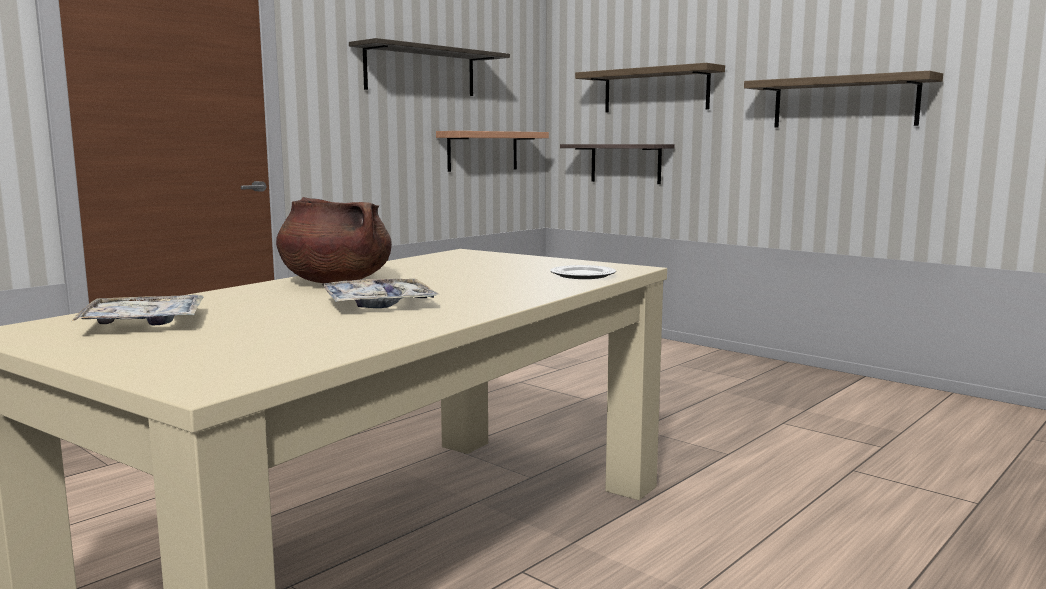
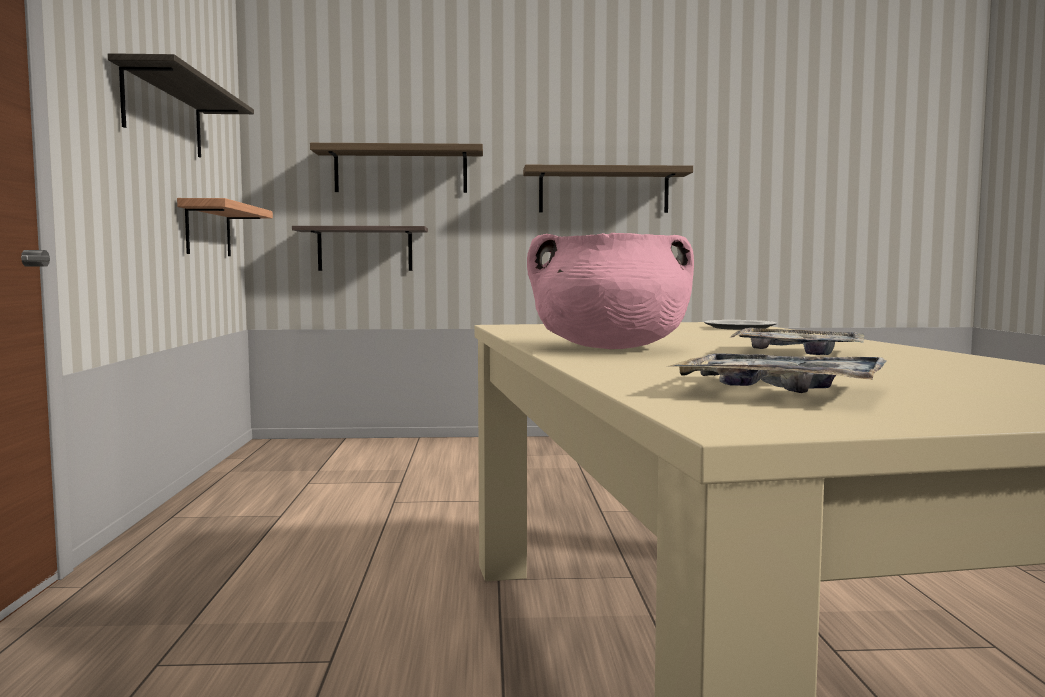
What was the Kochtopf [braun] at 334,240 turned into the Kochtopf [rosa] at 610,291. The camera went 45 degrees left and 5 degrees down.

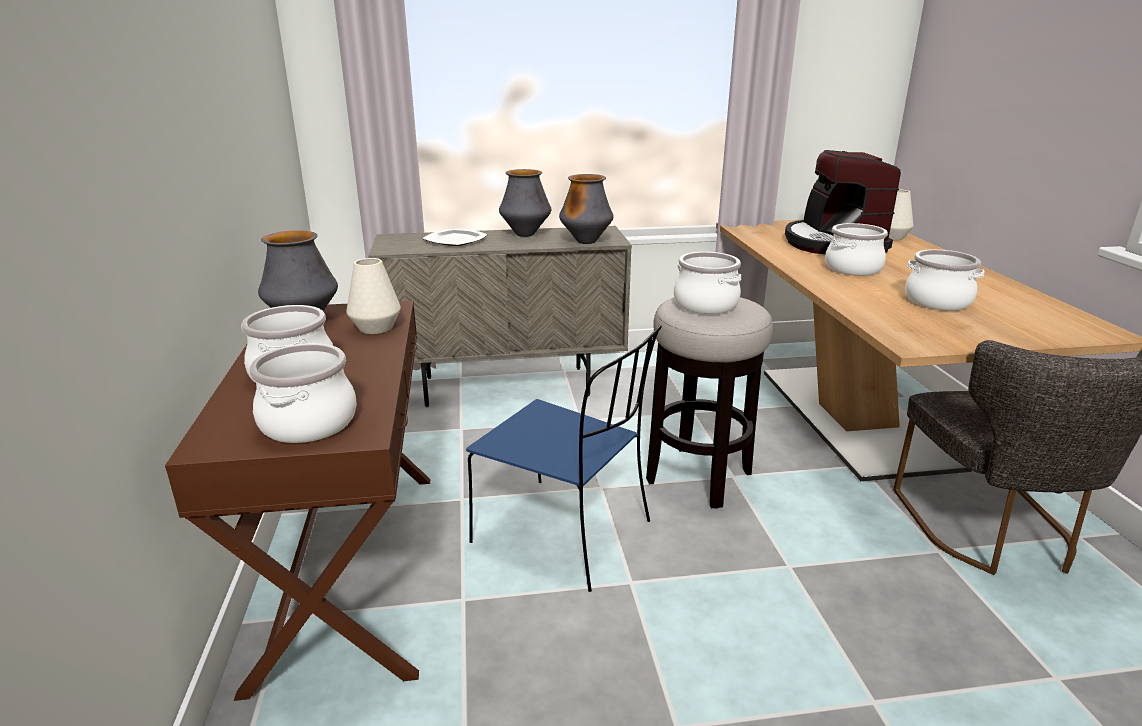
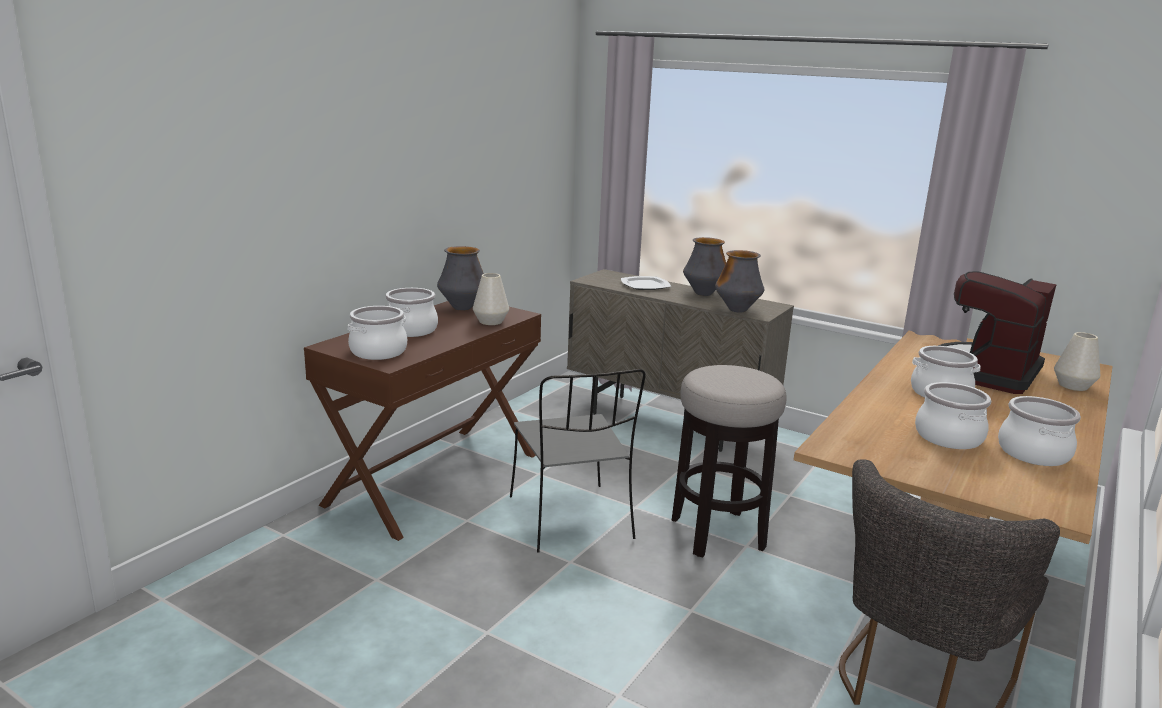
The Kochtopf ended up elsewhere, having gone from 707,283 to 1039,431. What was the Stuhl [blau] at 564,458 turned into the Stuhl [grau] at 578,460. The camera went 40 degrees right and 5 degrees down.

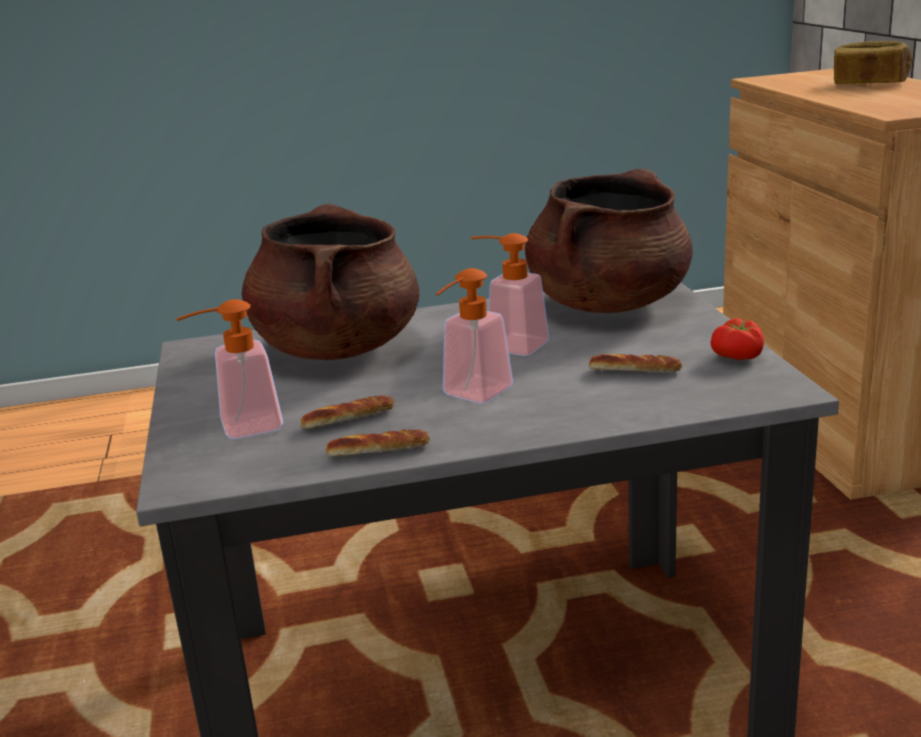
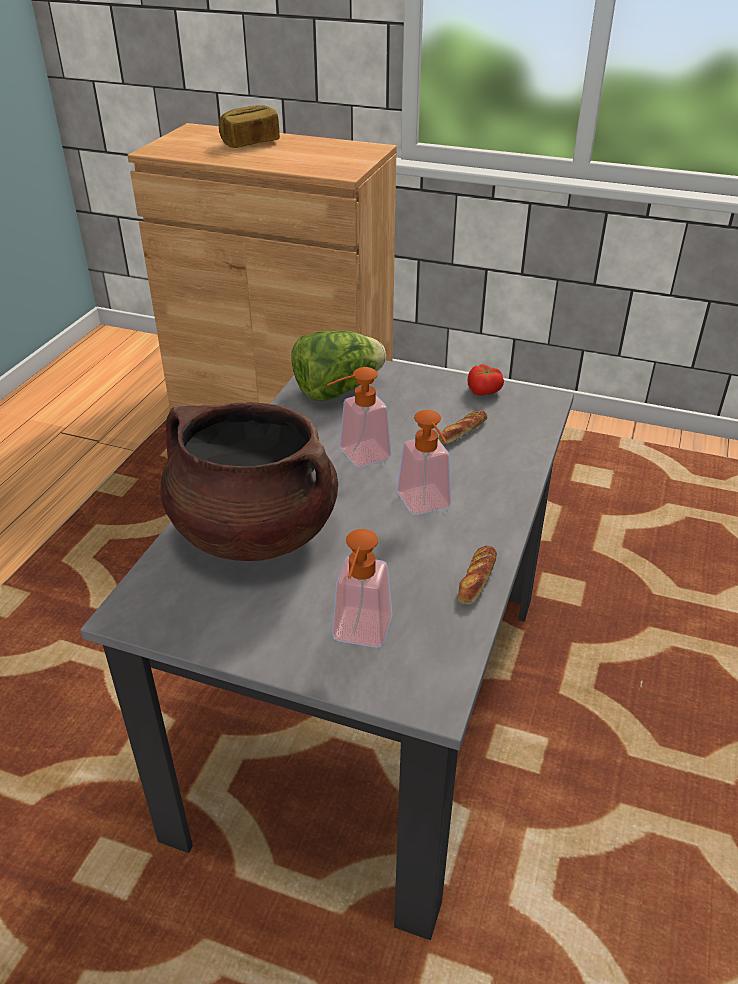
The second view lost the Brot at 347,412. Where the Kochtopf [braun] stood at 609,241, the Salatkopf came to stand at 338,366. The camera went 60 degrees left and 15 degrees up.

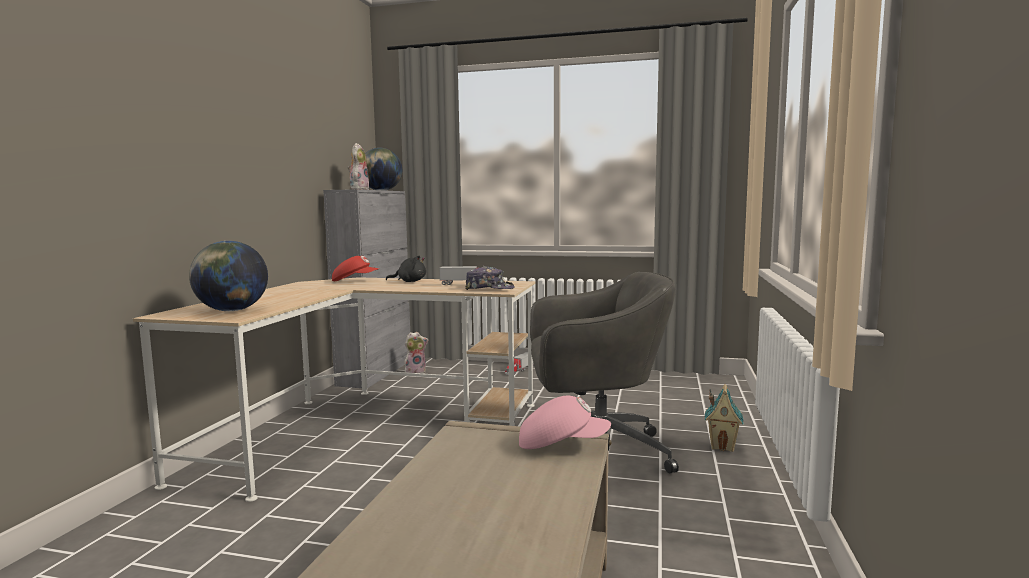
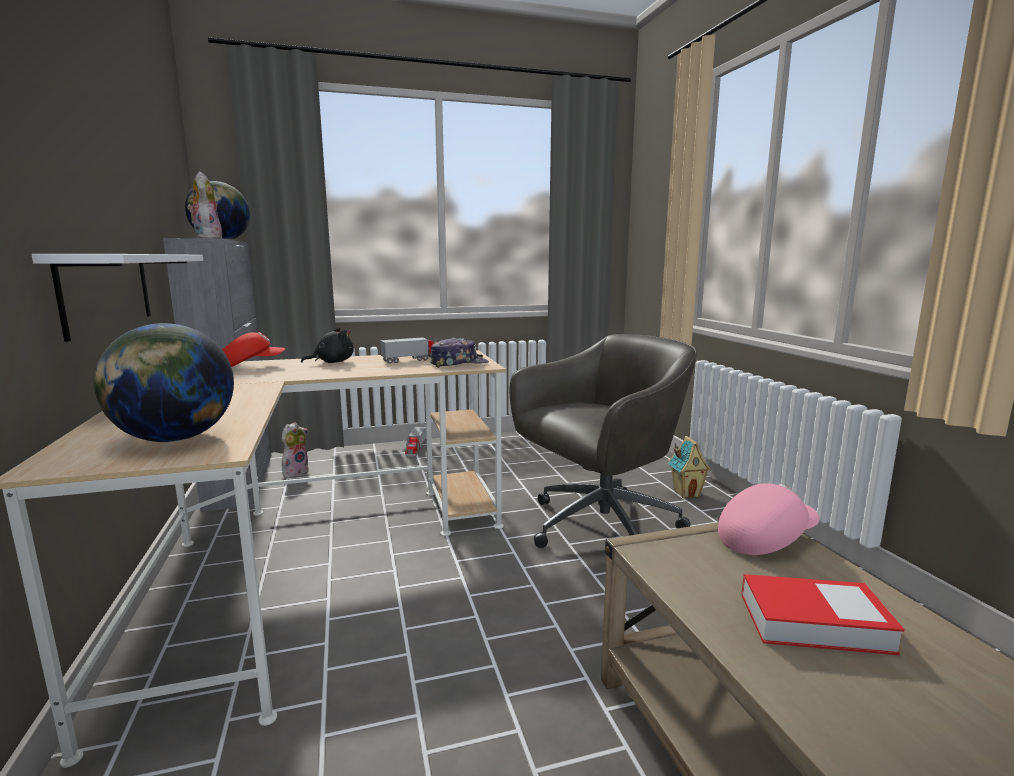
The second view gained the Wandregal [weiß] at 117,298. The second view gained the Buch at 823,614. The camera went 30 degrees left and 5 degrees up.

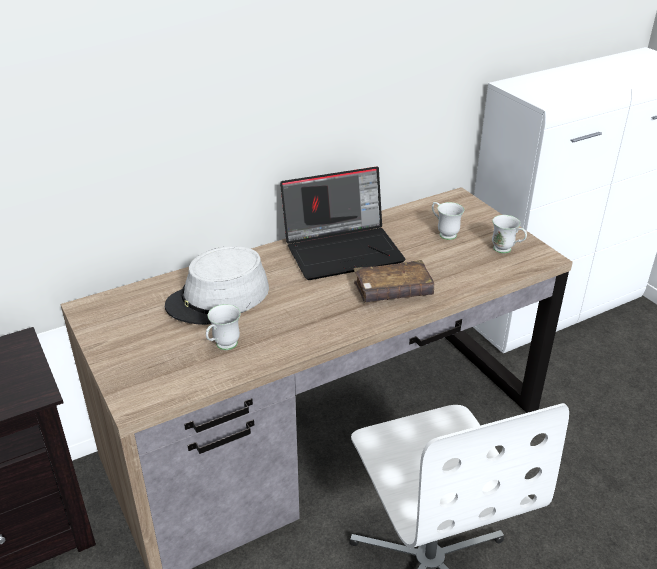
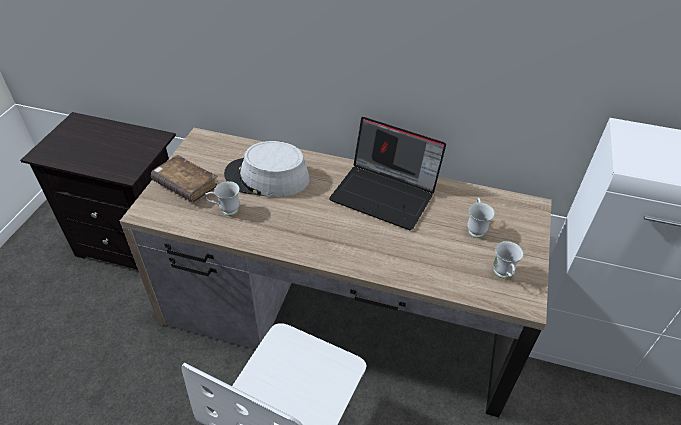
The Buch [braun] ended up elsewhere, having gone from 393,281 to 184,178. The camera went 45 degrees right and 10 degrees up.

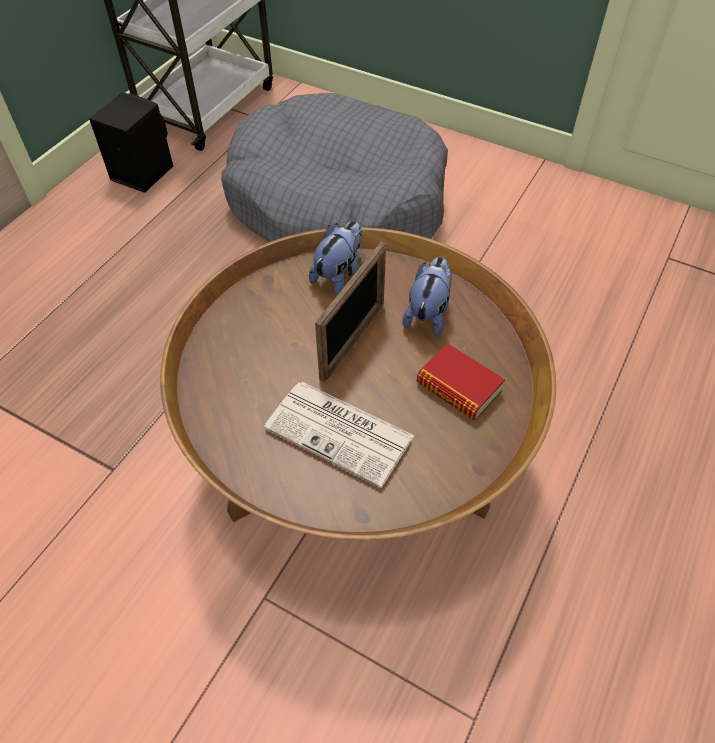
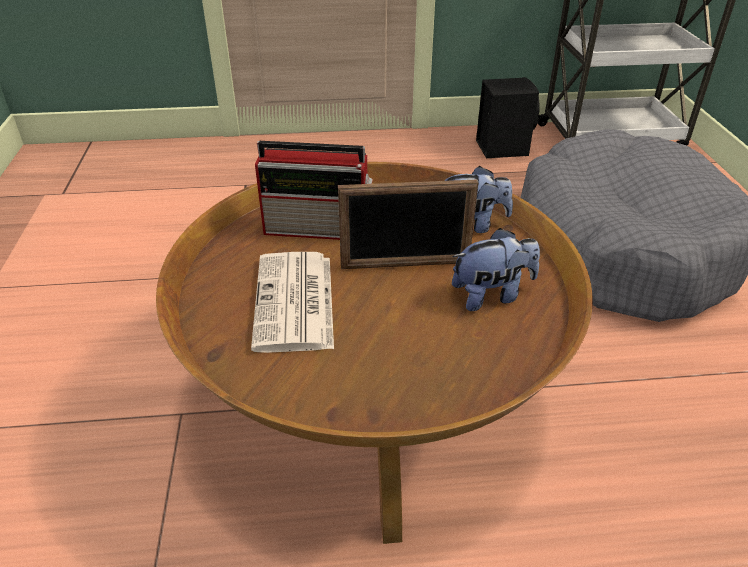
The second view lost the Buch at 461,381. The second view gained the Radio at 314,190. The camera went 55 degrees right and 15 degrees down.

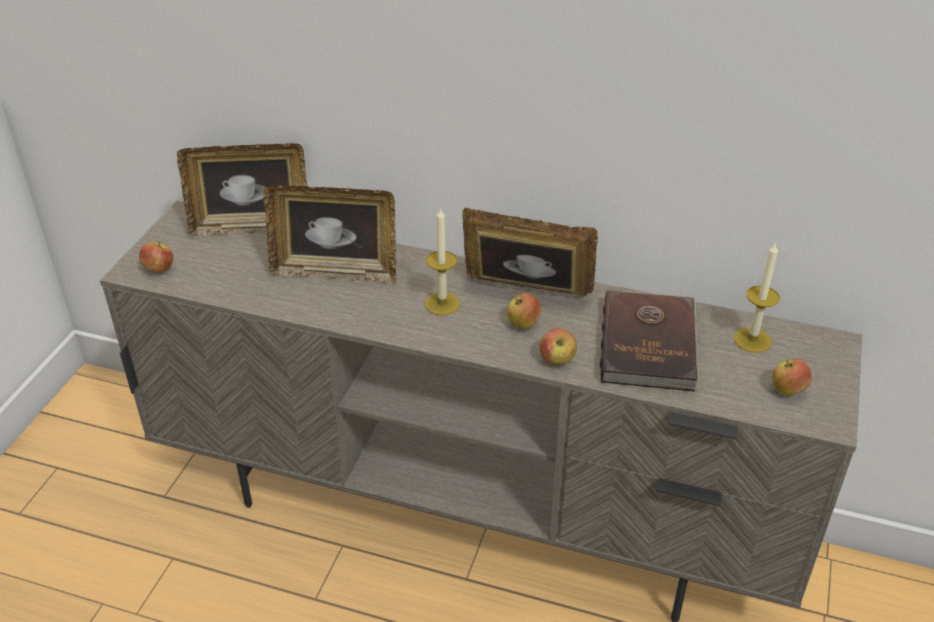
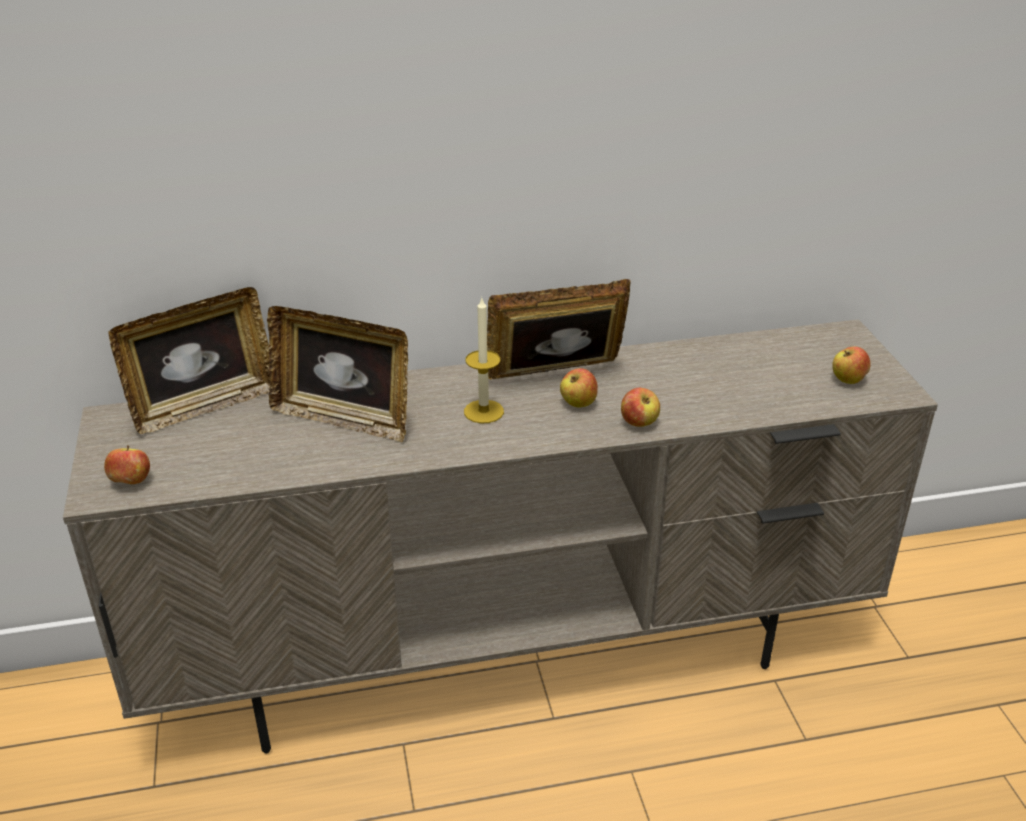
The second view lost the Buch [braun] at 650,340. The second view lost the Kerze at 757,297. The Bilderrahmen at 330,234 ended up facing another way, 45 degrees clockwise from before. The camera went 30 degrees left and 5 degrees down.

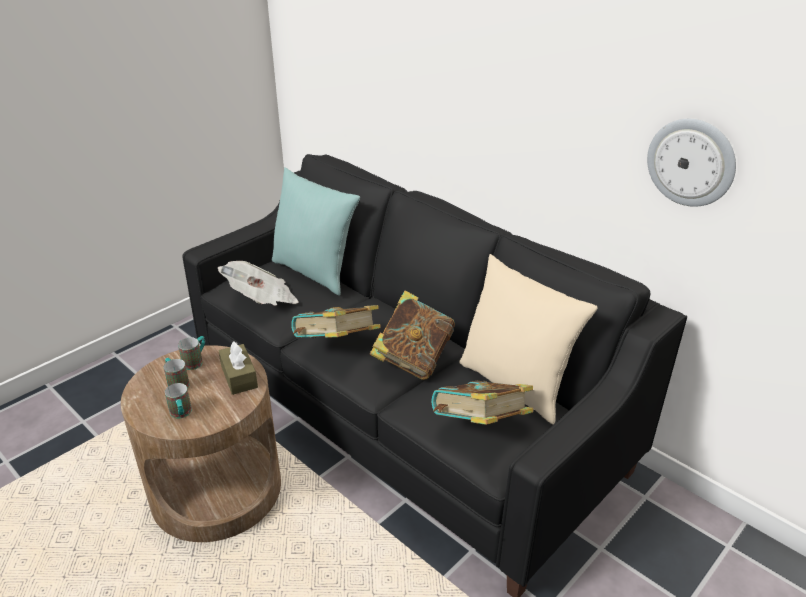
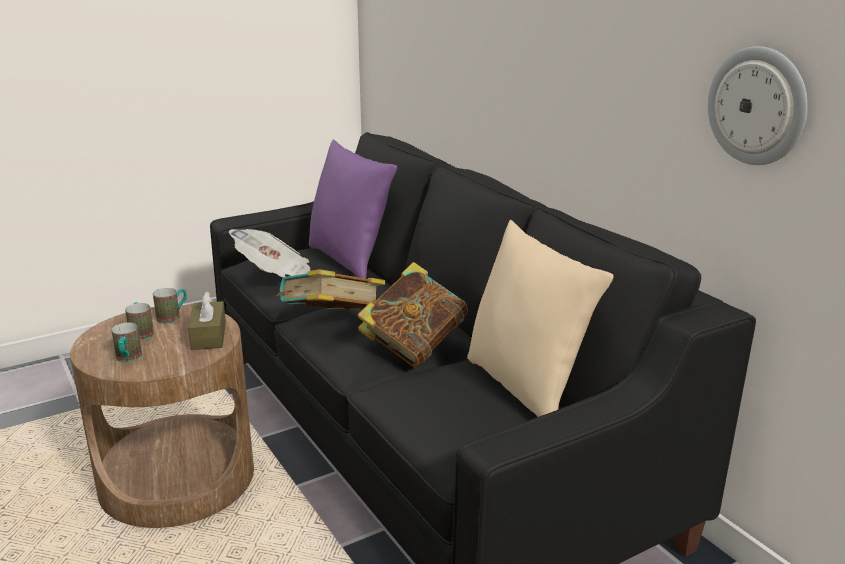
The second view lost the Buch at 482,403. What was the Kissen [türkis] at 316,231 turned into the Kissen [lila] at 353,209. The camera went 15 degrees right and 10 degrees down.

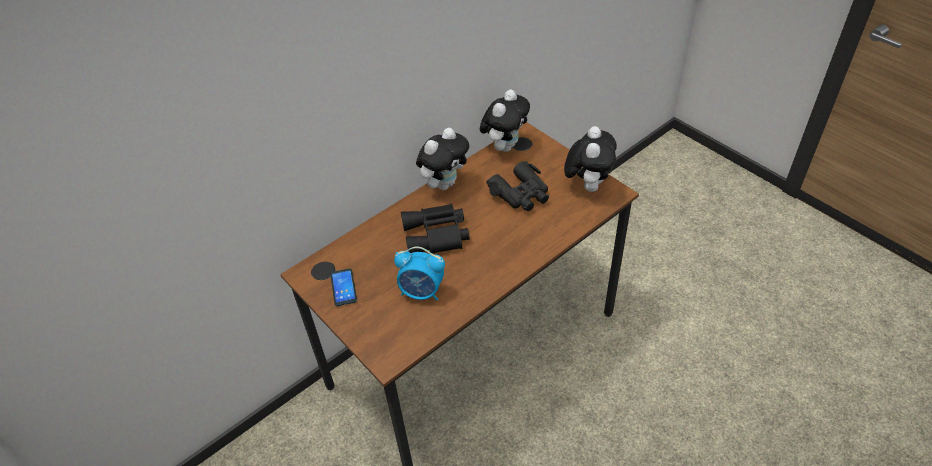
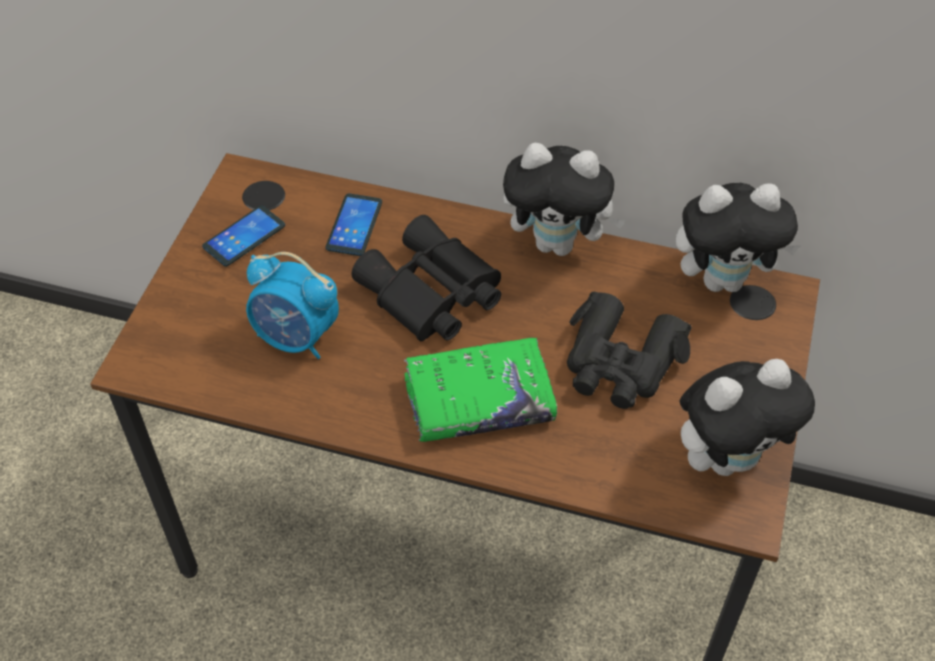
The second view gained the Handy at 354,224. The second view gained the Buch [grün] at 480,390. The Wecker at 419,274 ended up facing another way, 45 degrees counterclockwise from before. The camera went 55 degrees right and 5 degrees up.

